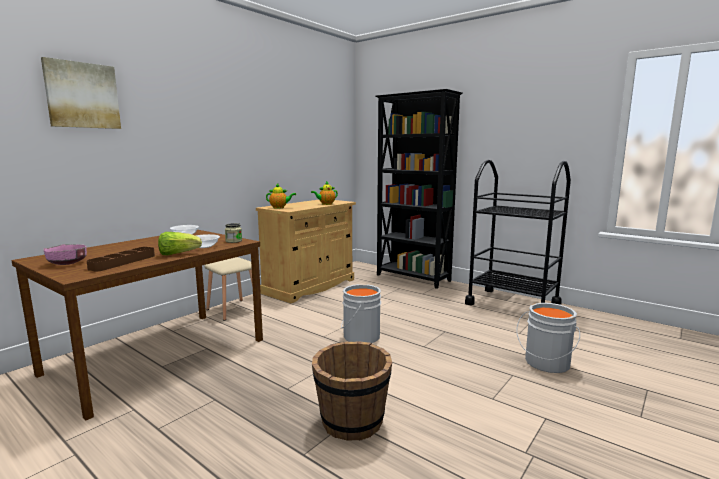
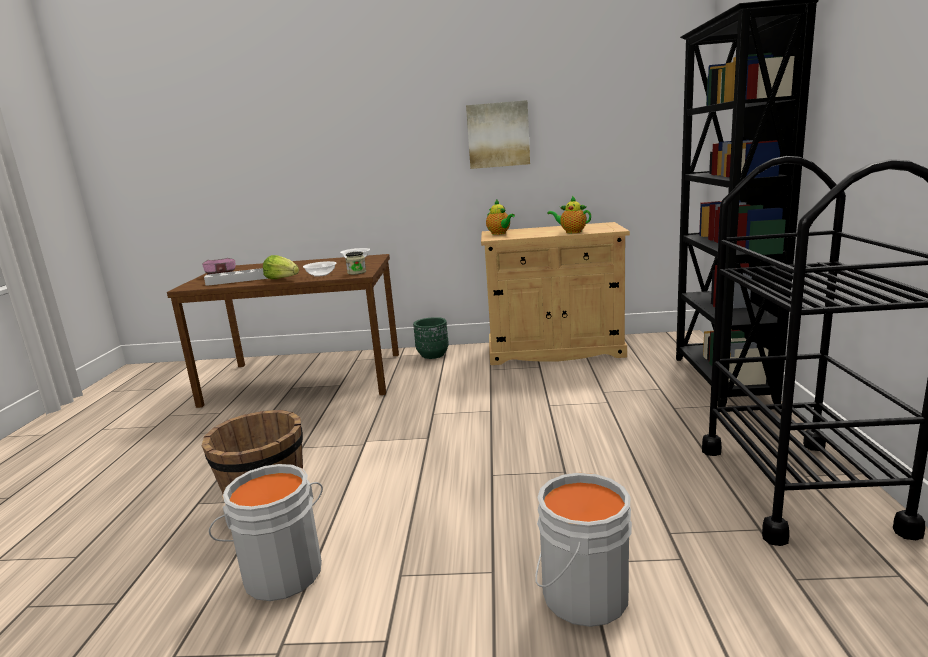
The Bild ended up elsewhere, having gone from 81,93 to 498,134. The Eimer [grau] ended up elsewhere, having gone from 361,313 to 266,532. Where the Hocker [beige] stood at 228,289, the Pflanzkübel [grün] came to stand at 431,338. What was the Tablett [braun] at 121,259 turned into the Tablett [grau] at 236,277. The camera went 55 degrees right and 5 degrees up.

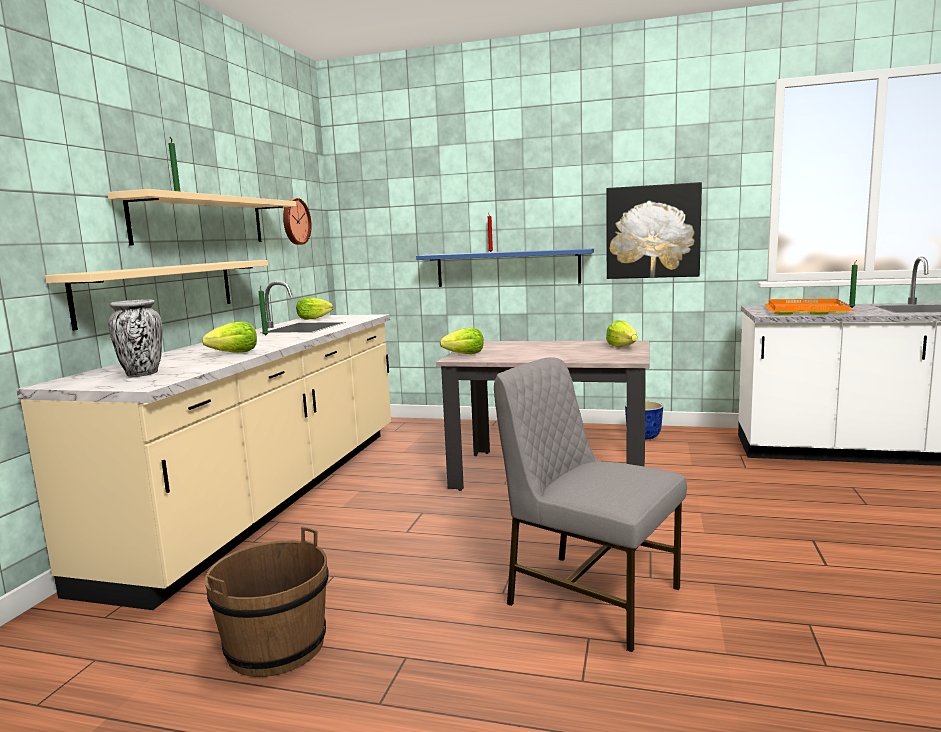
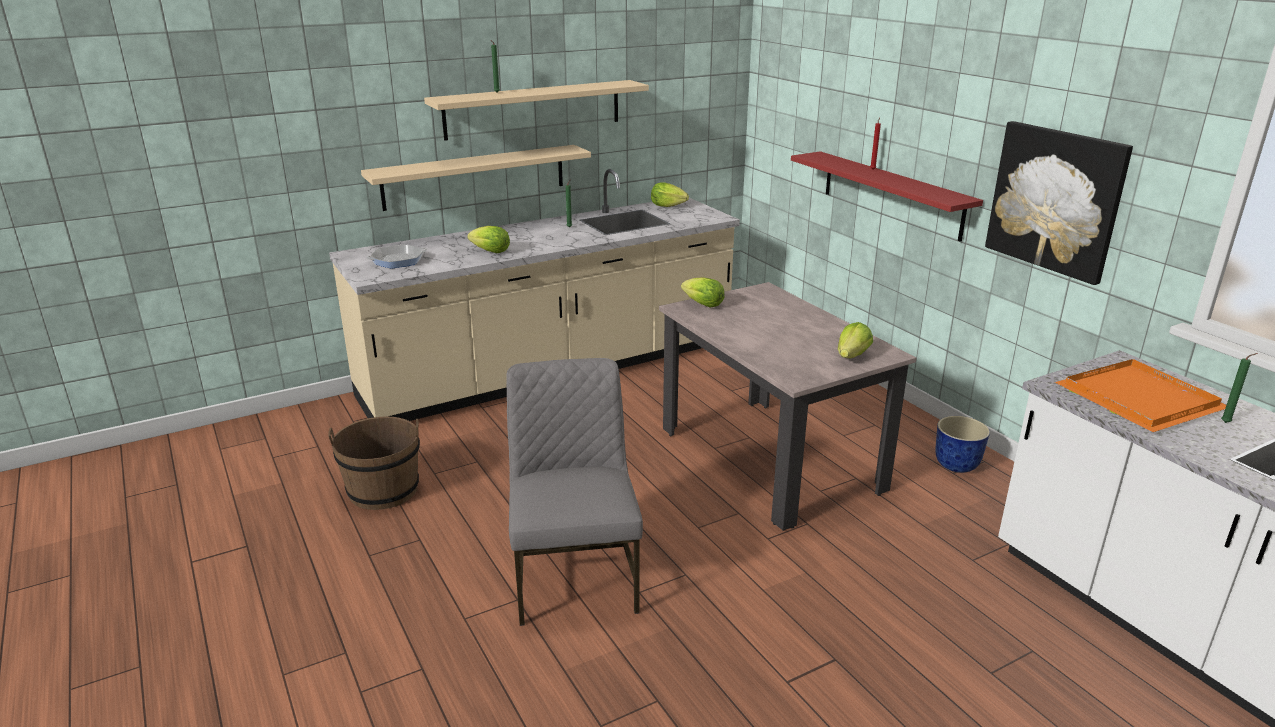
The second view lost the Wanduhr at 297,221. Where the Vase stood at 135,338, the Pfanne came to stand at 397,256. What was the Wandregal [blau] at 505,267 turned into the Wandregal [rot] at 887,196. The camera went 45 degrees right and 15 degrees up.

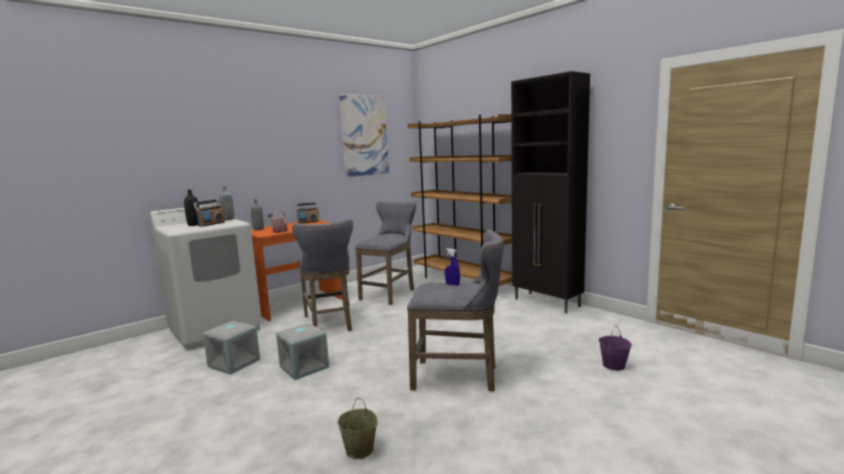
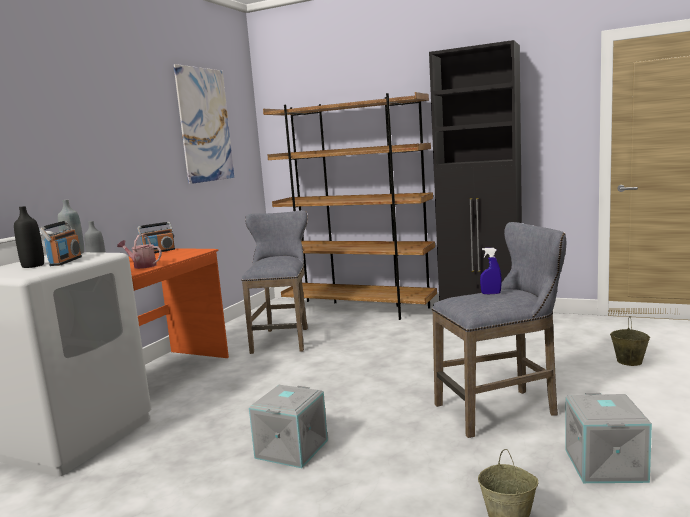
The second view lost the Hocker [grau] at 322,275. The Aufbewahrungsbox [grau] ended up elsewhere, having gone from 231,348 to 608,438. What was the Eimer [lila] at 615,348 turned into the Eimer [beige] at 630,341. The camera went 25 degrees left and 0 degrees up.

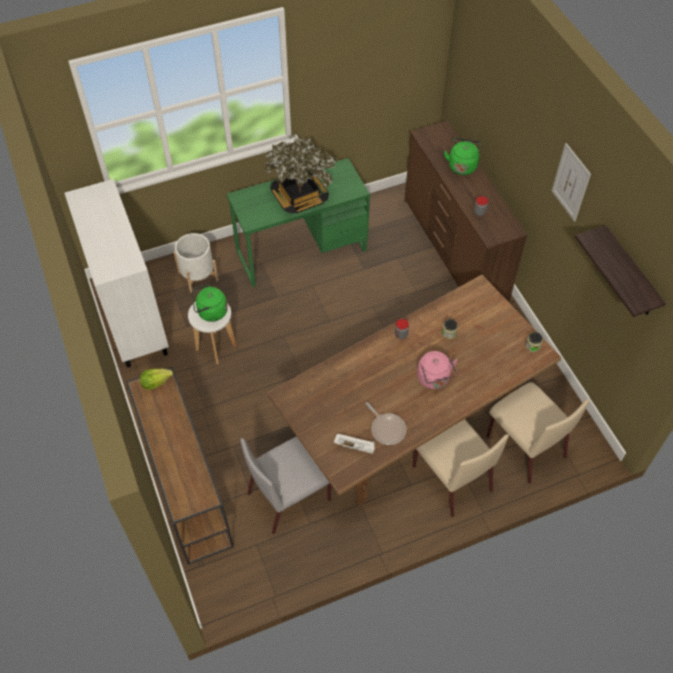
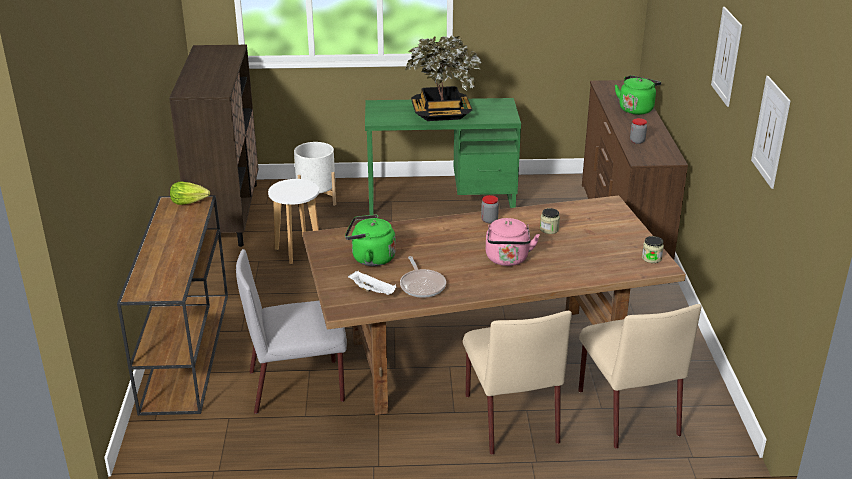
The Wasserkessel [grün] ended up elsewhere, having gone from 209,303 to 370,240. Where the Wandregal hung at 620,271, the Bild came to hang at 770,132. What was the Schrank [weiß] at 116,273 turned into the Schrank [braun] at 213,146. The camera went 20 degrees right and 25 degrees down.

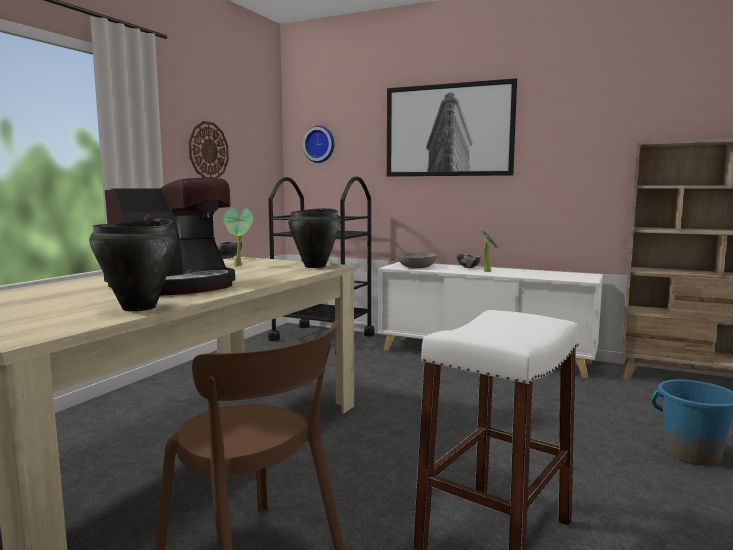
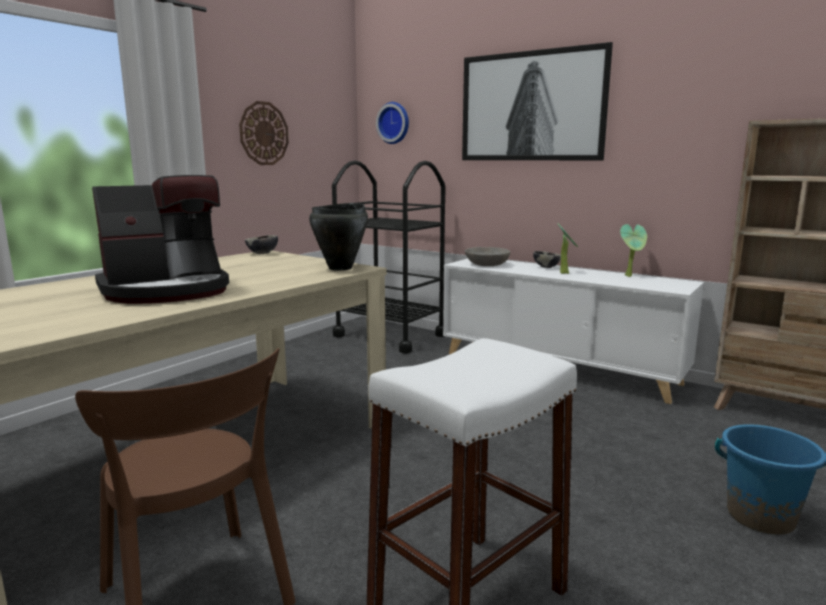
The second view lost the Kochtopf [schwarz] at 133,265. The Topfpflanze ended up elsewhere, having gone from 238,237 to 633,250. The camera went 10 degrees right and 5 degrees up.

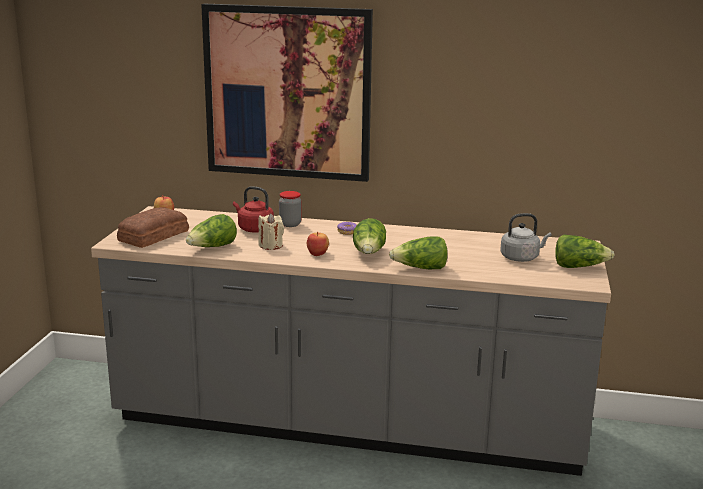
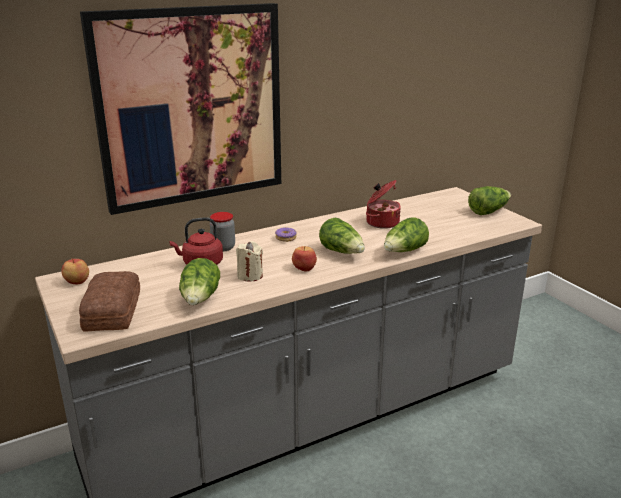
The second view lost the Wasserkessel [grau] at 526,237. The second view gained the Kochtopf at 383,204. The camera went 40 degrees left and 5 degrees up.

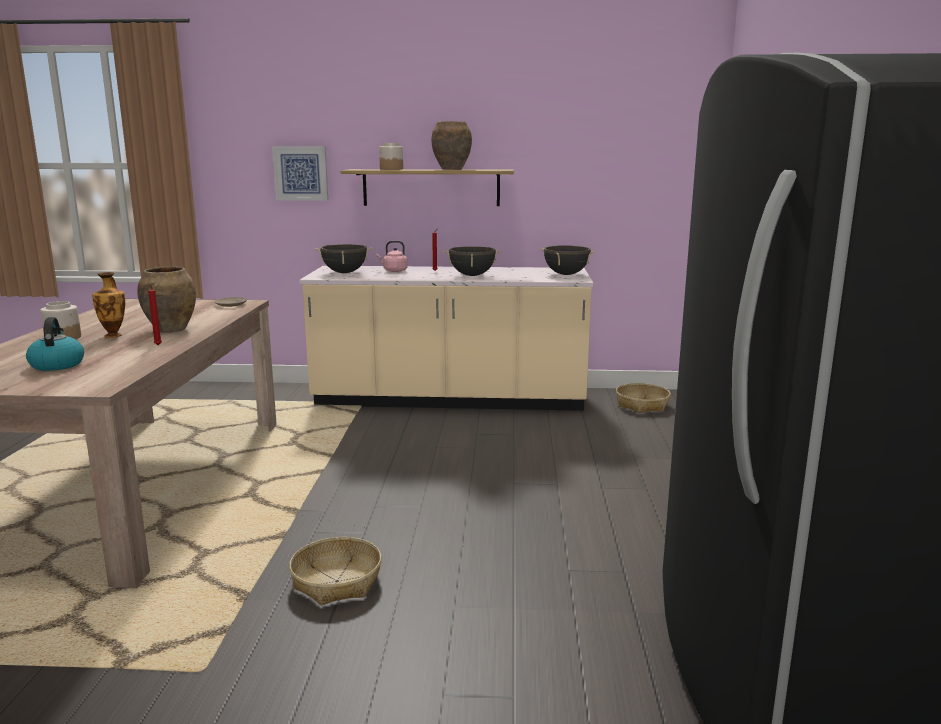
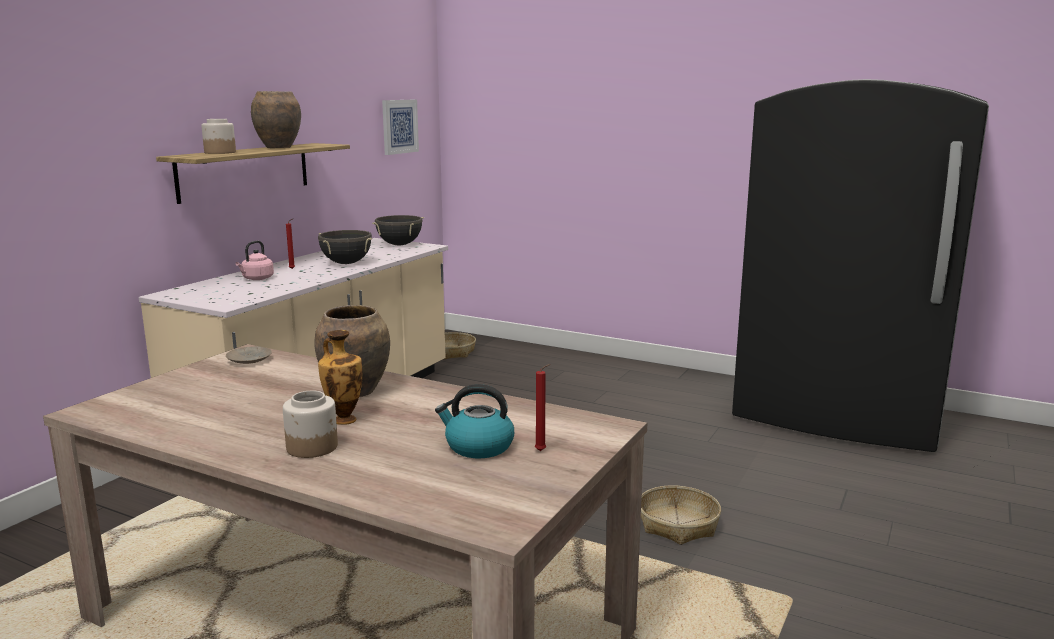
The second view lost the Kochtopf [schwarz] at 343,258. The Kerze [rot] ended up elsewhere, having gone from 155,315 to 543,407. The Bild ended up elsewhere, having gone from 300,173 to 400,127. The camera went 65 degrees left and 0 degrees up.

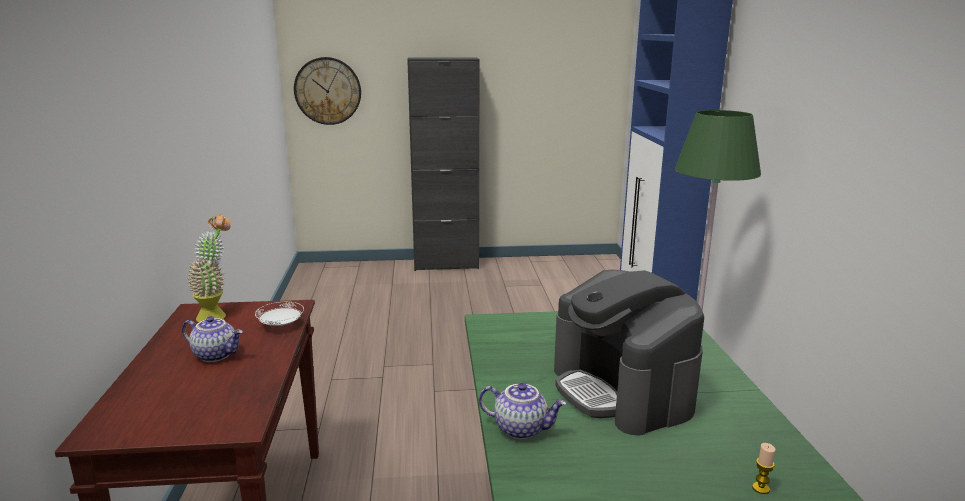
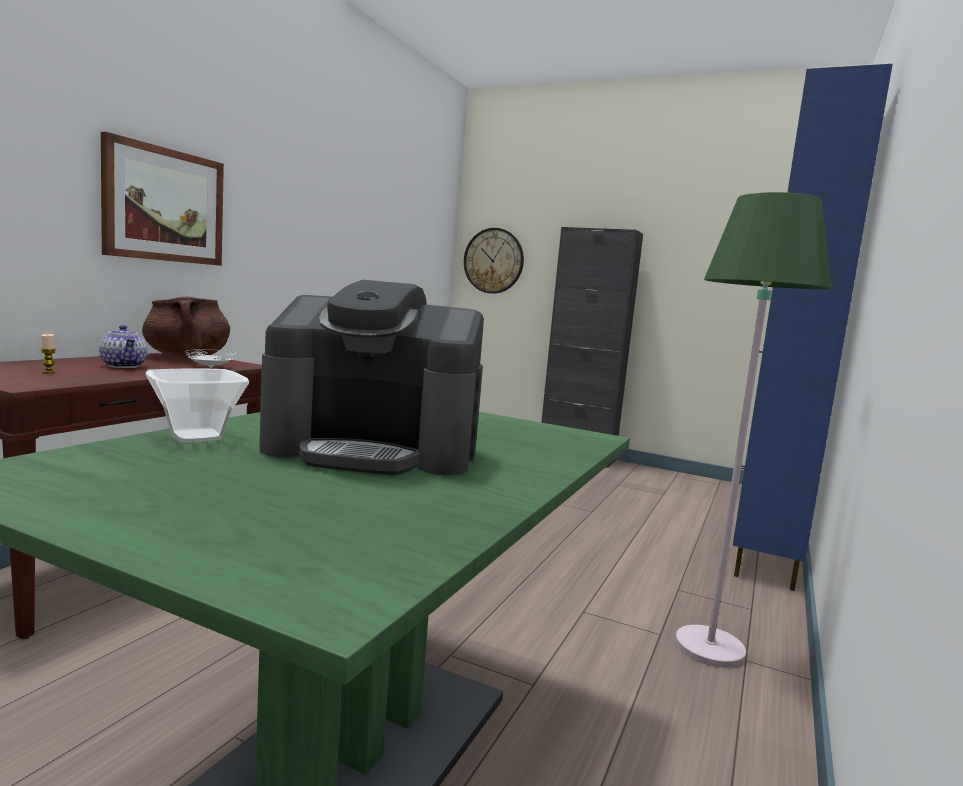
The second view gained the Bild at 162,199. The Kerze ended up elsewhere, having gone from 763,468 to 48,353. Where the Topfpflanze stood at 208,268, the Kochtopf [braun] came to stand at 186,327. Where the Teekanne stood at 522,411, the Schüssel came to stand at 197,406. The Kaffeemaschine at 629,353 ended up facing another way, 90 degrees counterclockwise from before. The camera went 30 degrees right and 10 degrees down.

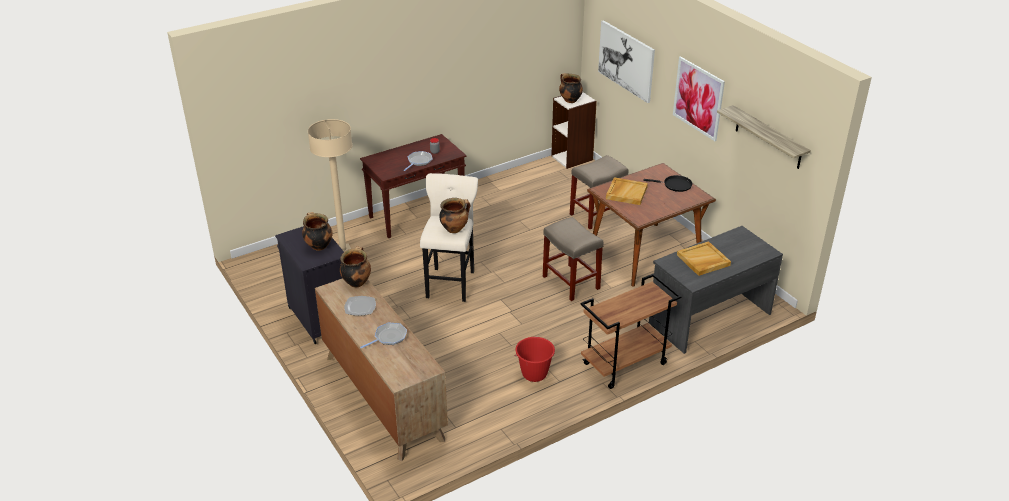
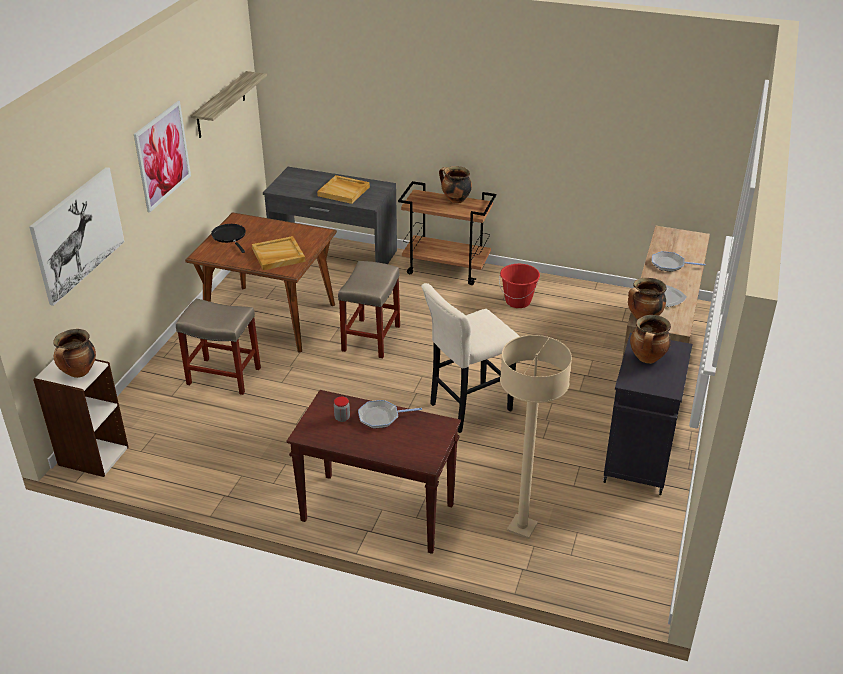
The Kochtopf ended up elsewhere, having gone from 454,215 to 455,184. The camera went 130 degrees left and 0 degrees up.

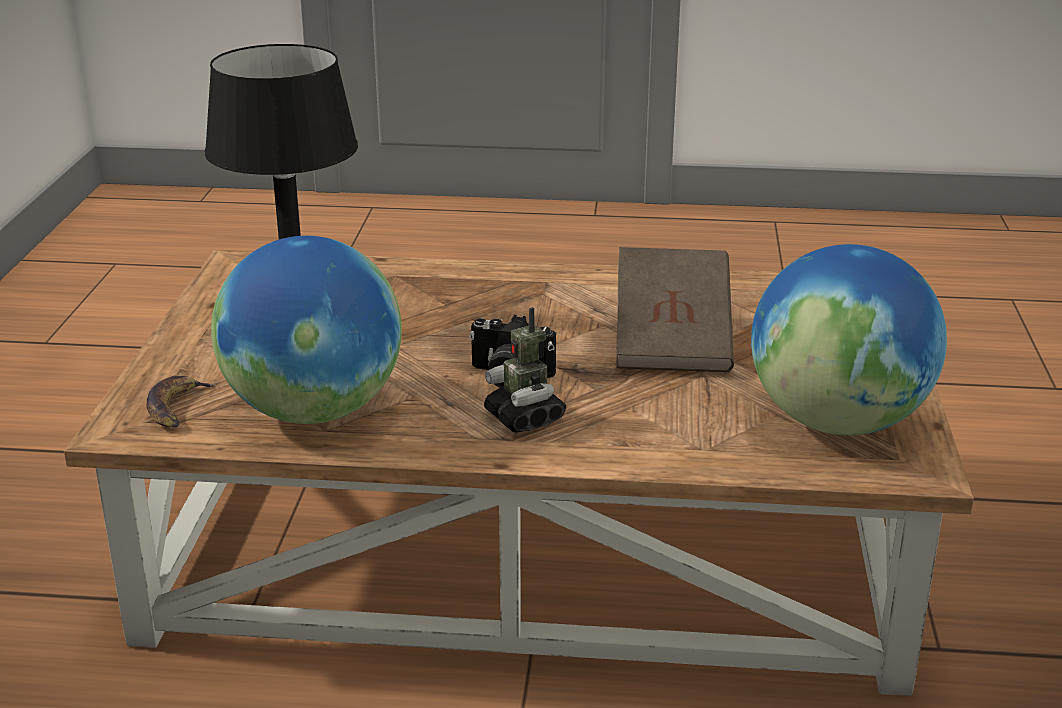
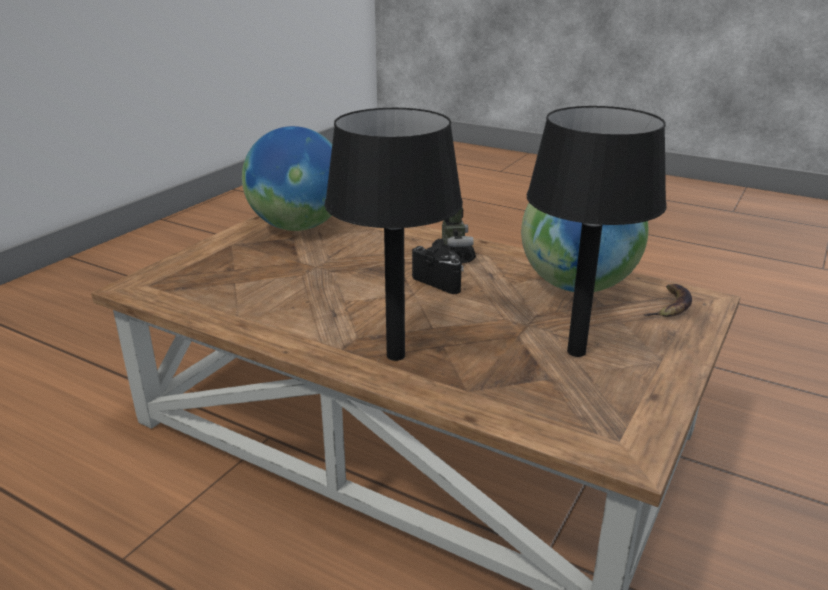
The second view lost the Buch [braun] at 675,309. The second view gained the Tischlampe [schwarz] at 393,234. The camera went 155 degrees left and 0 degrees up.

